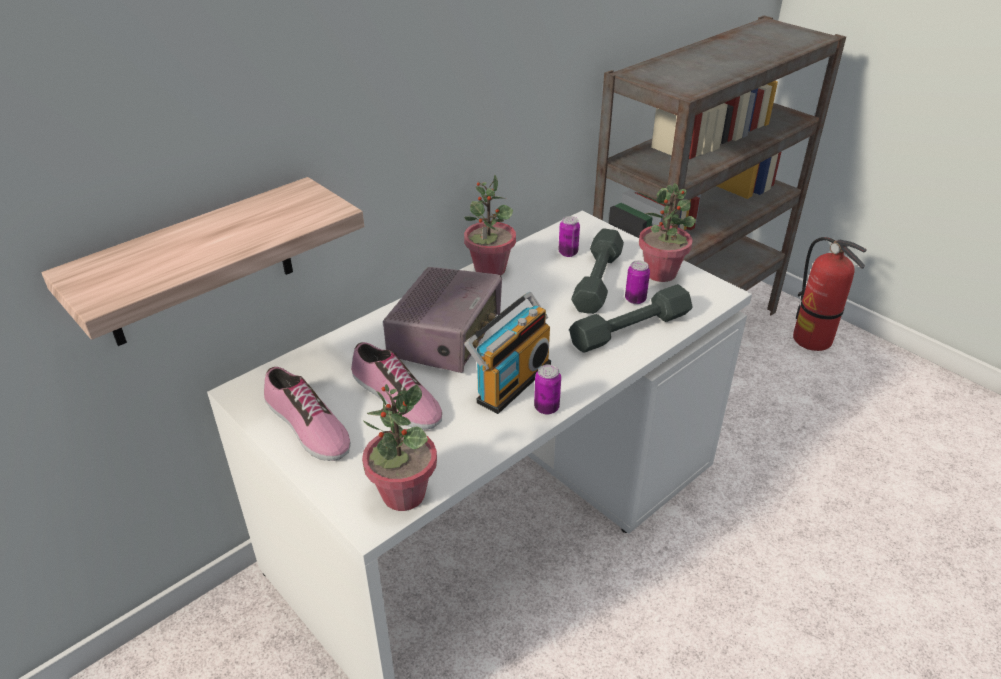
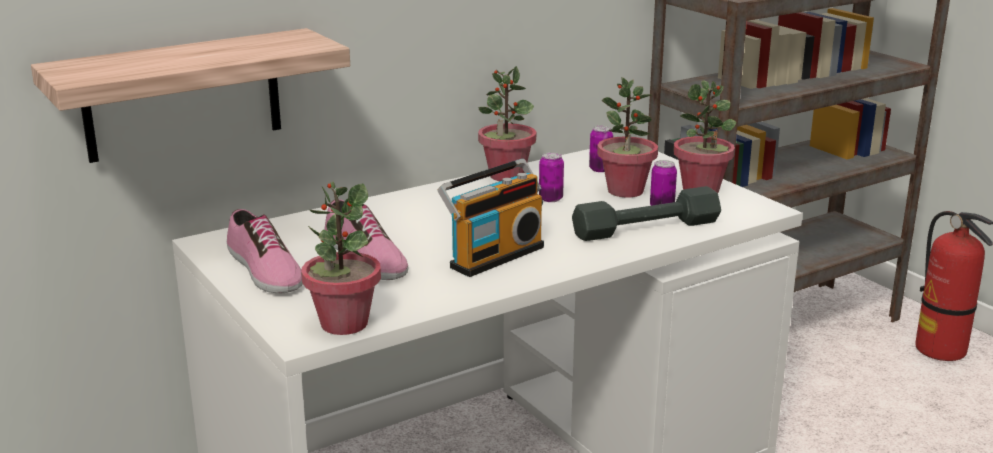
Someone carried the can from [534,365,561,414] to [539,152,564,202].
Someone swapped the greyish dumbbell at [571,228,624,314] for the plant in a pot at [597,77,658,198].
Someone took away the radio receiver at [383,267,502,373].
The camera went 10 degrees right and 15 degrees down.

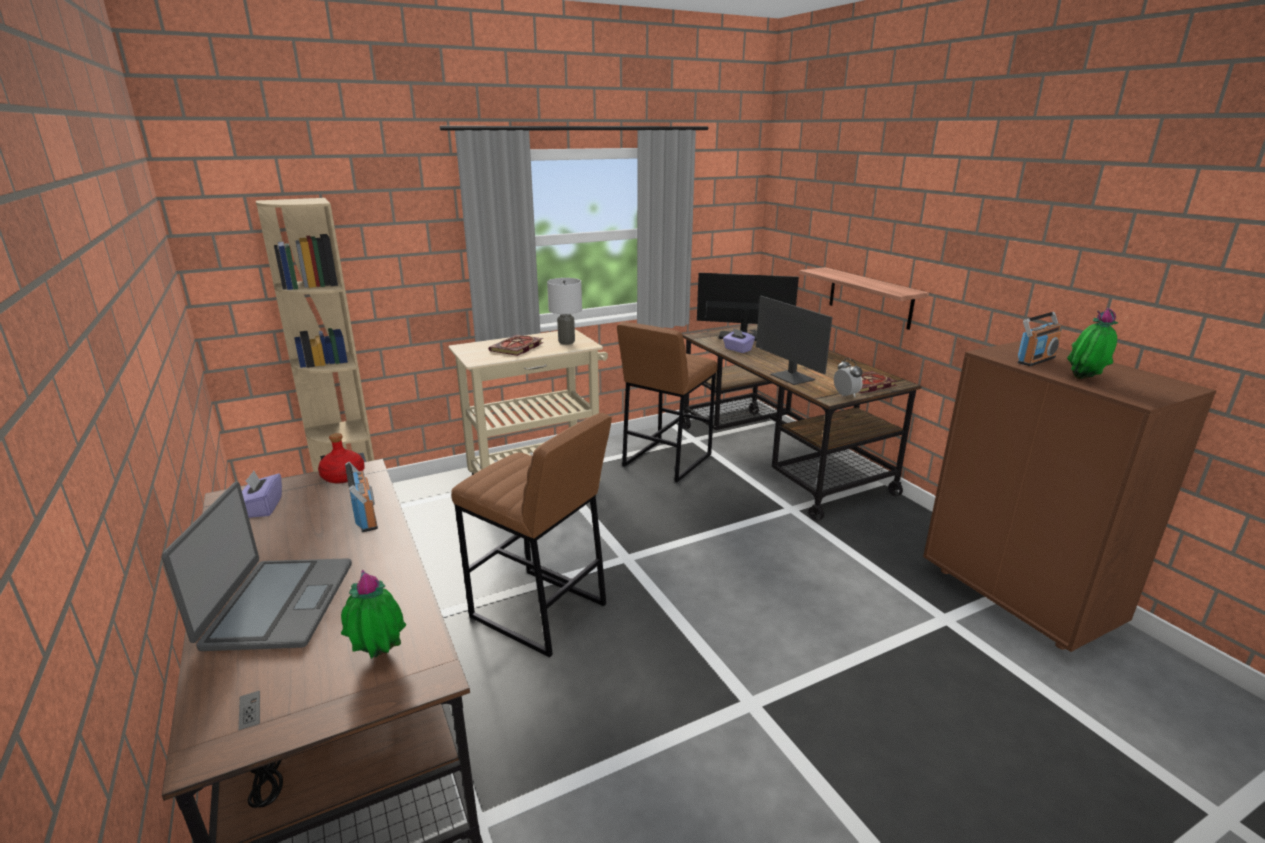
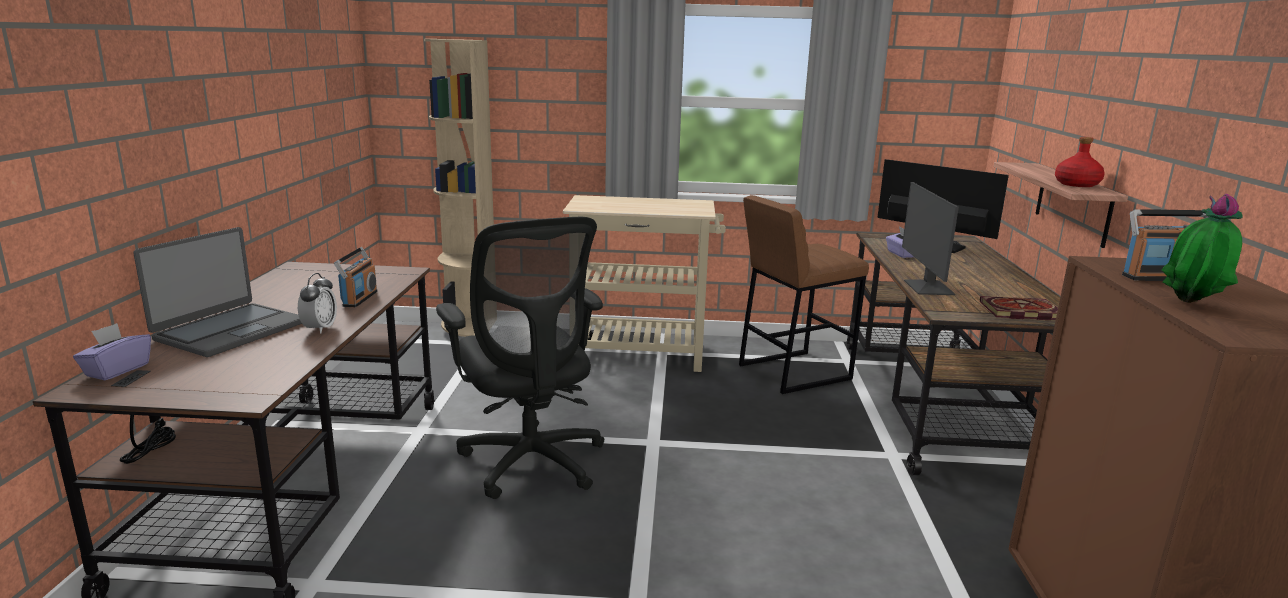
Someone carried the purple-coloured box of tissues from [242,471,282,518] to [73,323,151,380].
Someone carried the bedside clock from [834,358,862,397] to [298,273,337,334].
Someone swapped the brown-coloured sitting stool at [451,413,612,658] for the black computer chair at [436,217,604,499].
Someone carried the red-coloured beverage bottle from [318,433,365,483] to [1055,137,1105,187].
Someone took away the plant in a pot at [341,570,406,659].
Someone took away the bound book at [489,335,543,356].
Someone took away the whitish tabletop lamp at [547,278,582,345].
The camera went 30 degrees right and 5 degrees down.

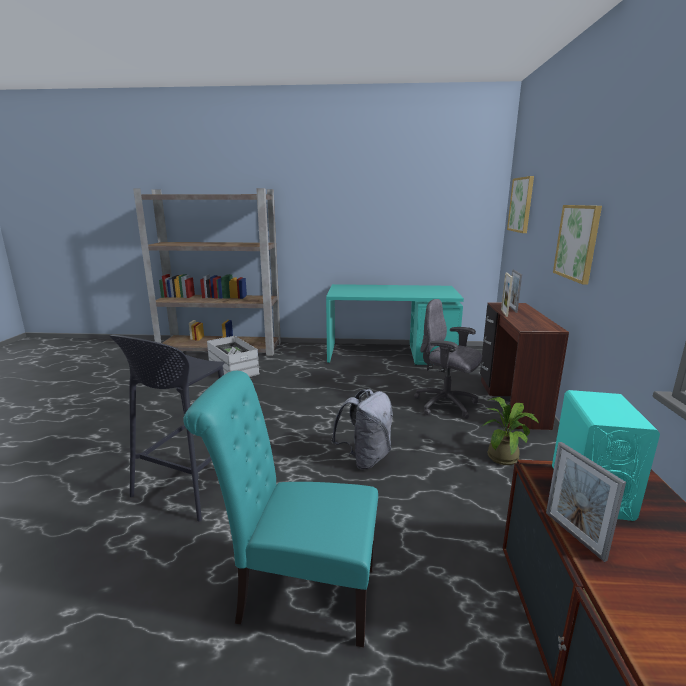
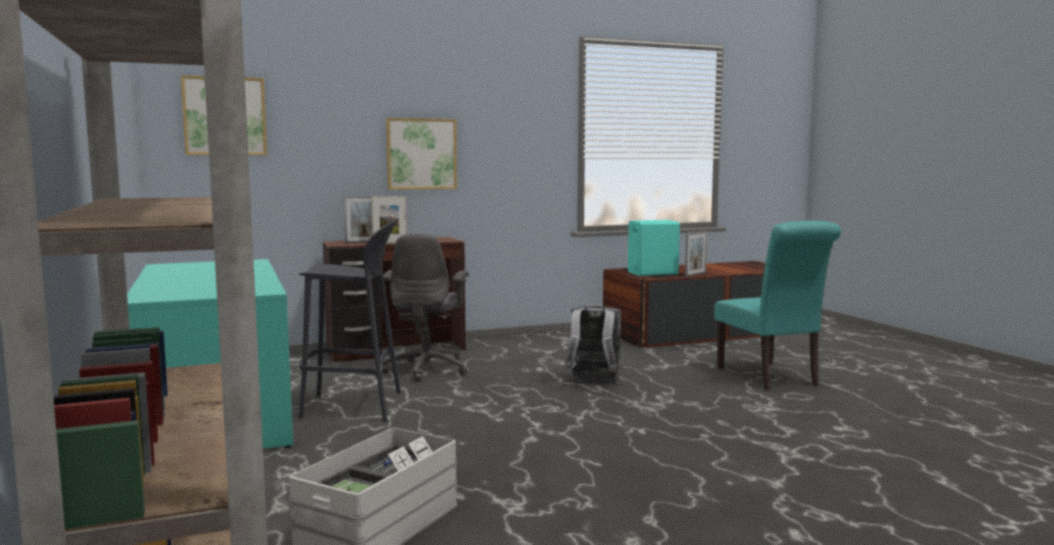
Someone carried the greyish sitting stool from [109,335,225,522] to [299,218,401,422].
Someone took away the plant in a pot at [482,397,539,465].
The camera went 115 degrees left and 10 degrees down.

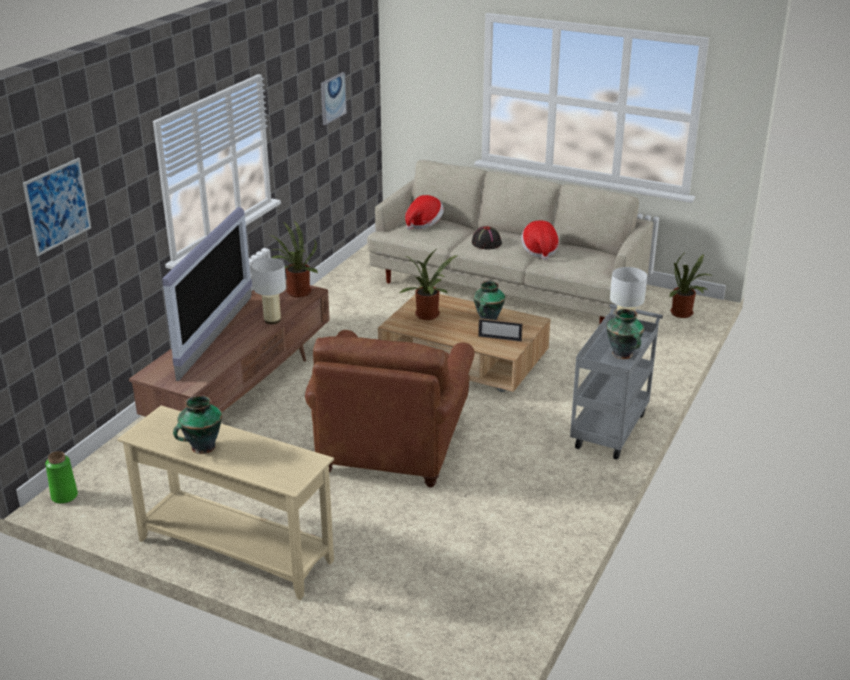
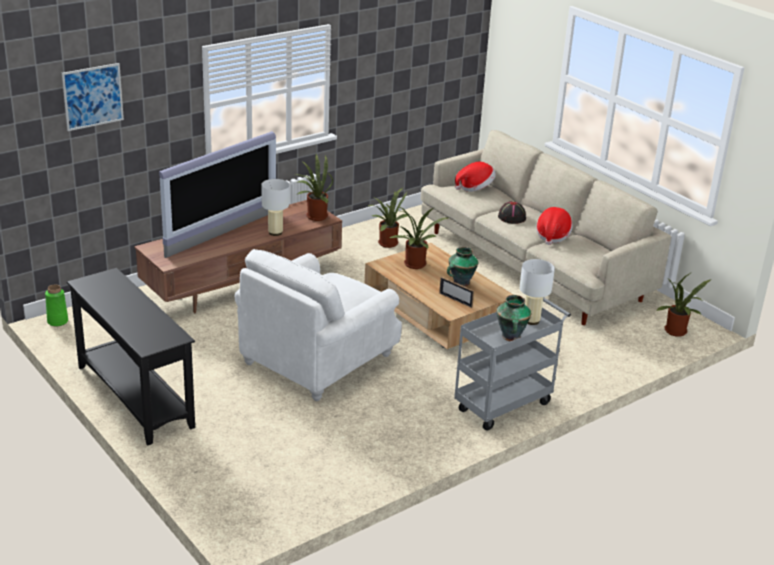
Someone repainted the sand-coloured console table at [117,406,334,600], which became the black console table at [67,268,195,446].
Someone repainted the brown-coloured lounge chair at [305,330,475,487], which became the whitish lounge chair at [235,249,402,401].
Someone put down the plant in a pot at [368,188,408,248].
Someone took away the flower vase at [173,395,222,454].
Someone took away the picture at [321,72,347,125].
The camera went 25 degrees right and 0 degrees up.

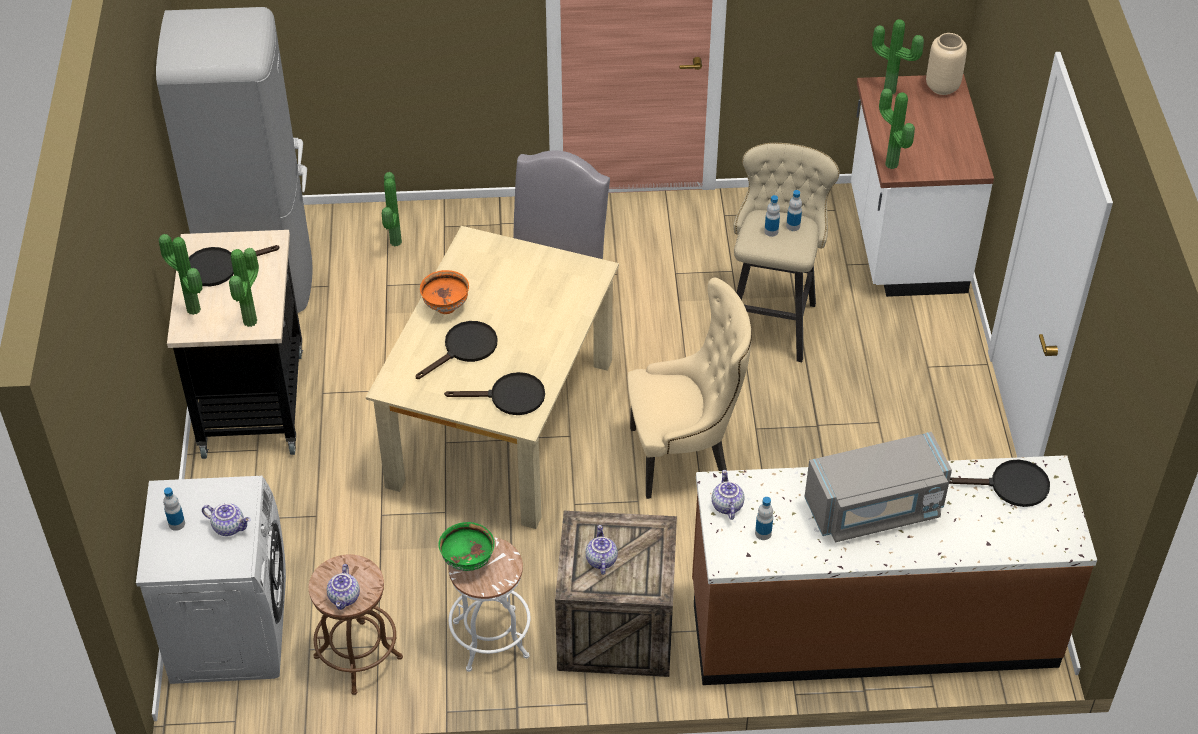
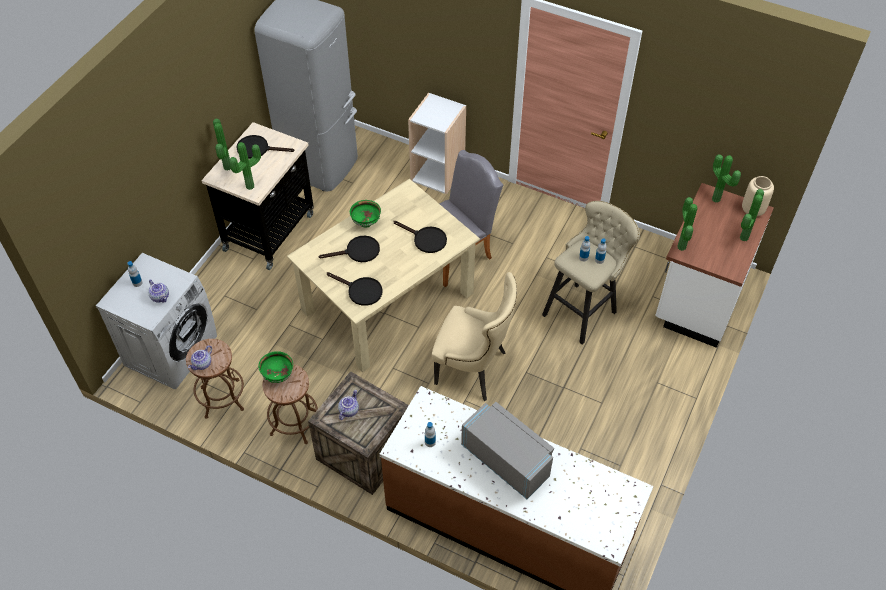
Someone repainted the whitish sitting stool at [449,537,530,672], which became the brown-coloured sitting stool at [262,364,318,444].
Someone repainted the orangey deep dish at [420,270,469,314], which became the greenish deep dish at [350,200,381,228].
Someone carried the black pan from [949,459,1050,507] to [393,221,447,253].
Someone put down the bookshelf at [408,93,466,194].
Someone rotated the greyish kitchen microwave at [805,432,952,542] by 150 degrees counterclockwise.
Someone carried the plant in a pot from [382,172,402,247] to [740,189,764,241].
Someone took away the tea pot at [712,470,744,520].
The camera went 30 degrees right and 5 degrees up.

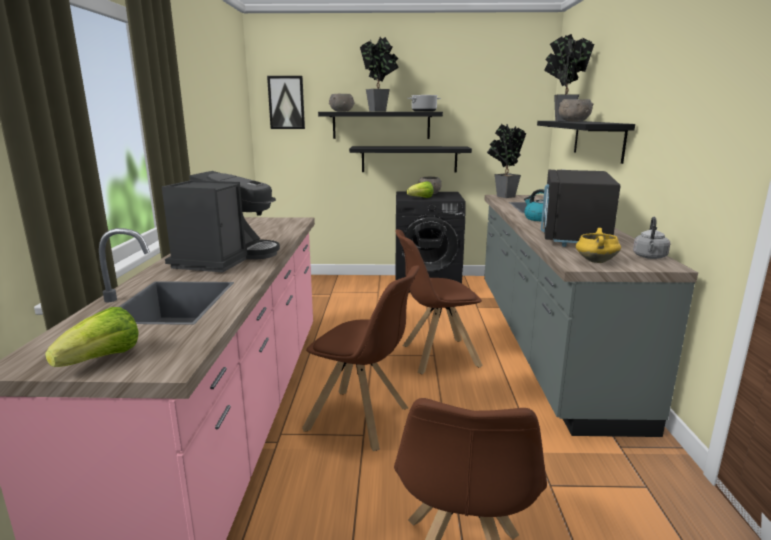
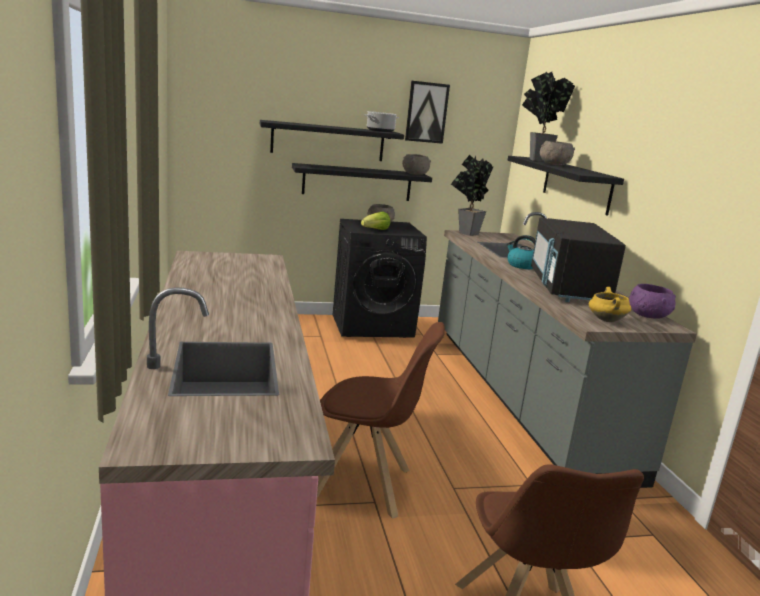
Someone carried the greyish deep dish from [329,94,355,112] to [402,154,431,175].
Someone carried the picture from [267,76,305,129] to [405,81,450,144].
Someone swapped the greyish kettle at [633,217,670,259] for the purple-coloured deep dish at [629,284,676,319].
Someone took away the head of lettuce at [45,307,138,367].
Someone took away the coffee machine at [162,171,280,272].
Someone took away the plant in a pot at [360,37,399,112].
Someone took away the brown-coloured upright chair at [395,229,483,374].
The camera went 15 degrees left and 0 degrees up.

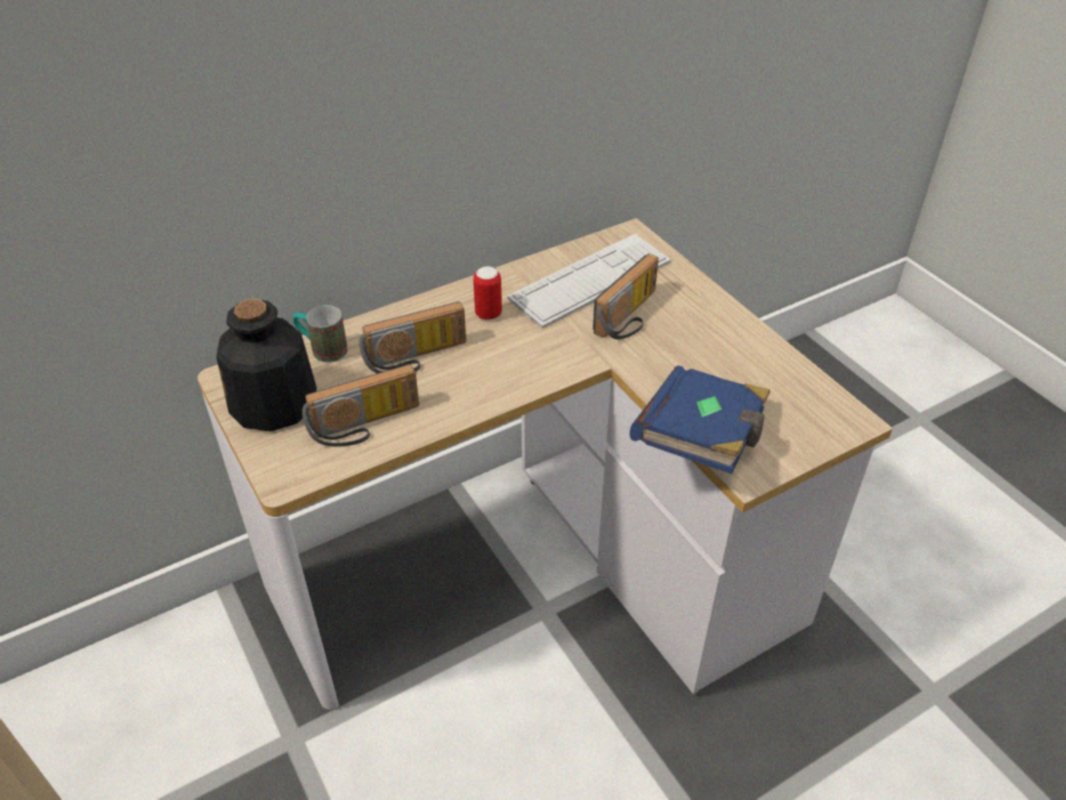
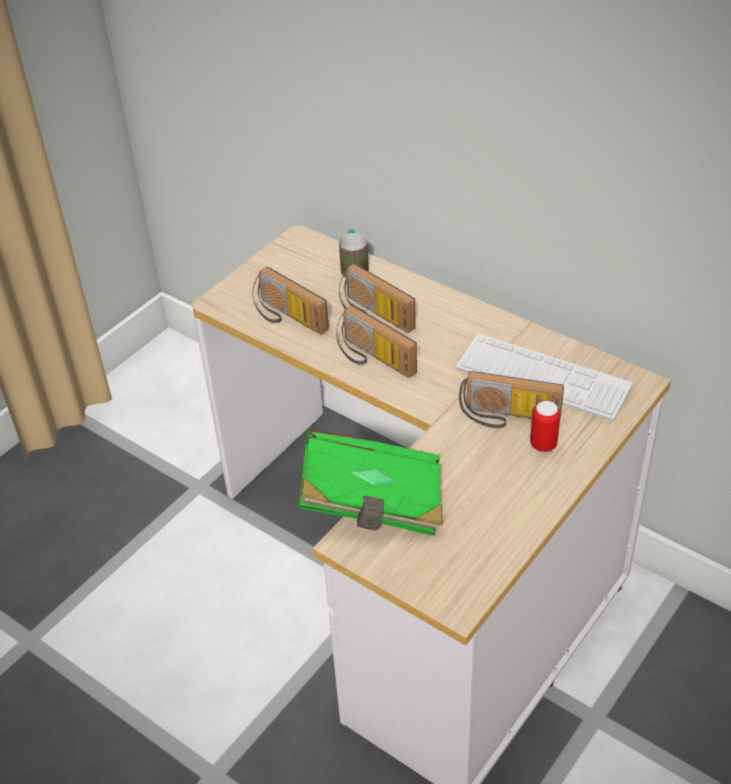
Someone repainted the blue bound book at [630,365,770,474], which became the greenish bound book at [299,428,442,536].
Someone put down the radio receiver at [336,305,417,378].
Someone carried the can from [473,266,502,320] to [530,401,561,452].
Someone took away the beverage bottle at [216,299,317,432].
The camera went 70 degrees right and 0 degrees up.

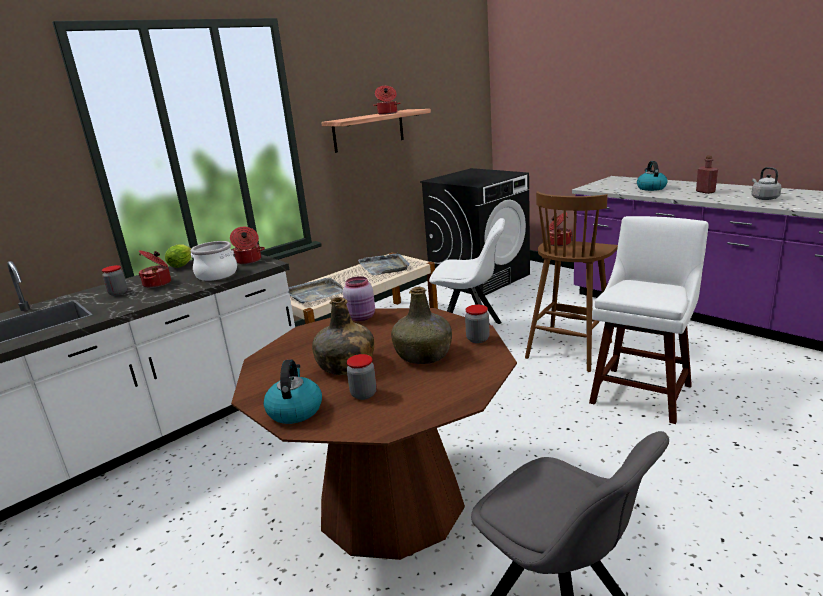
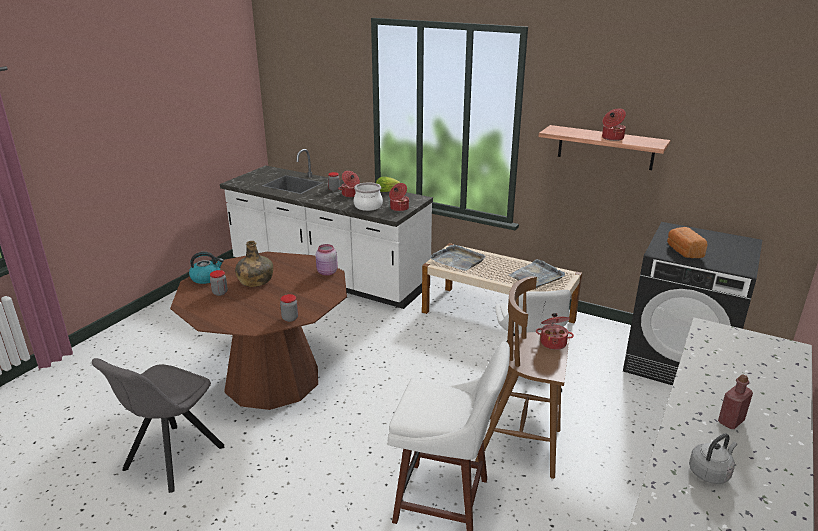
Someone put down the bread at [667,227,708,258].
Someone took away the greenish beverage bottle at [391,287,452,364].
Someone took away the kettle at [637,161,668,191].
The camera went 70 degrees right and 5 degrees up.

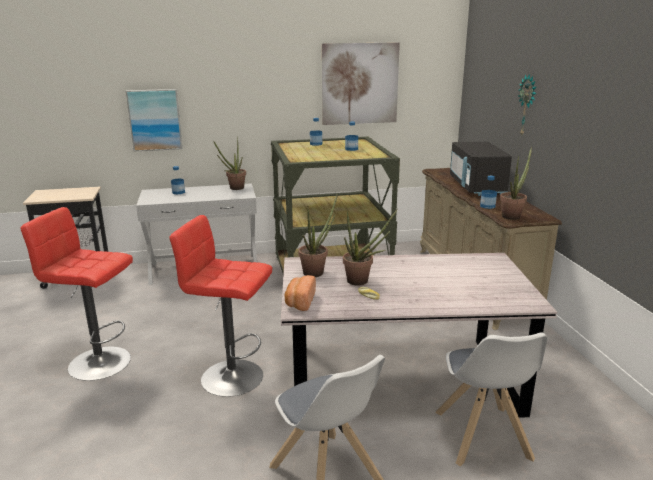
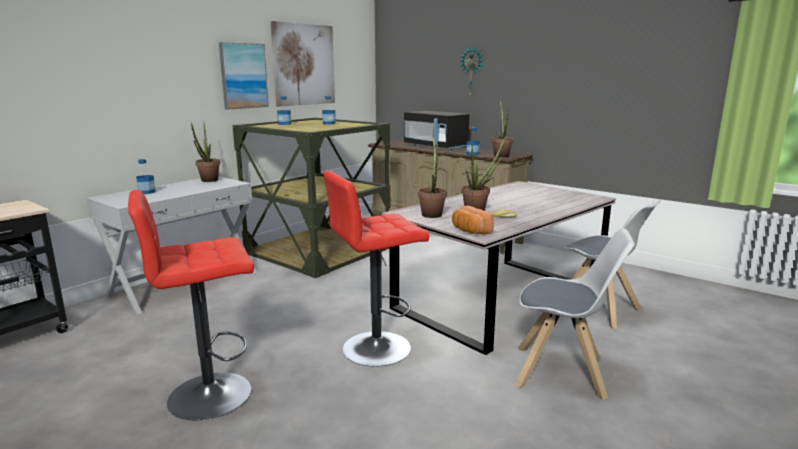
Someone carried the picture from [126,89,182,151] to [219,42,269,110].
The camera went 40 degrees left and 5 degrees down.

